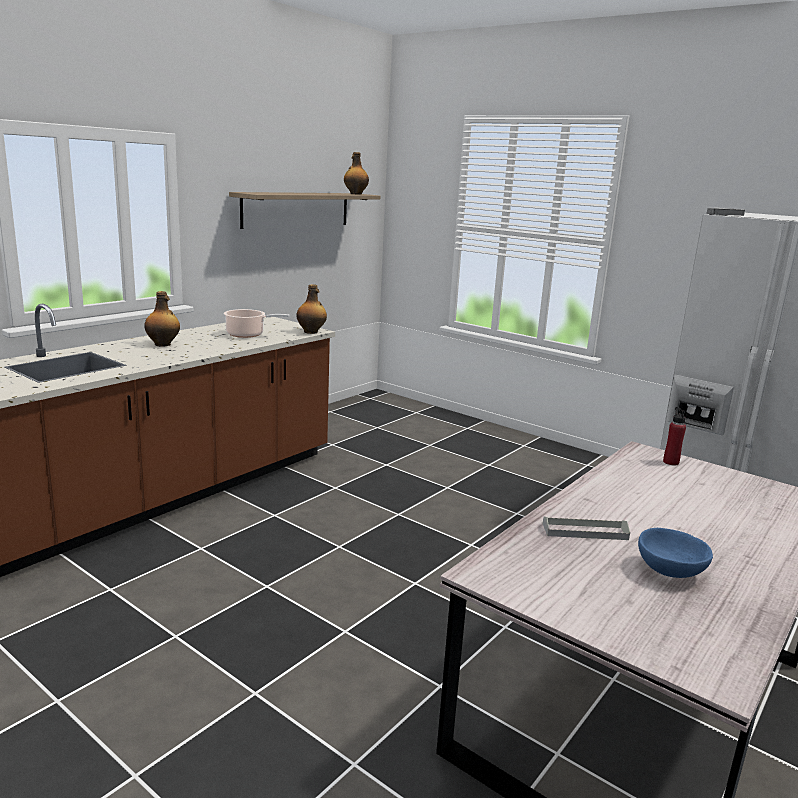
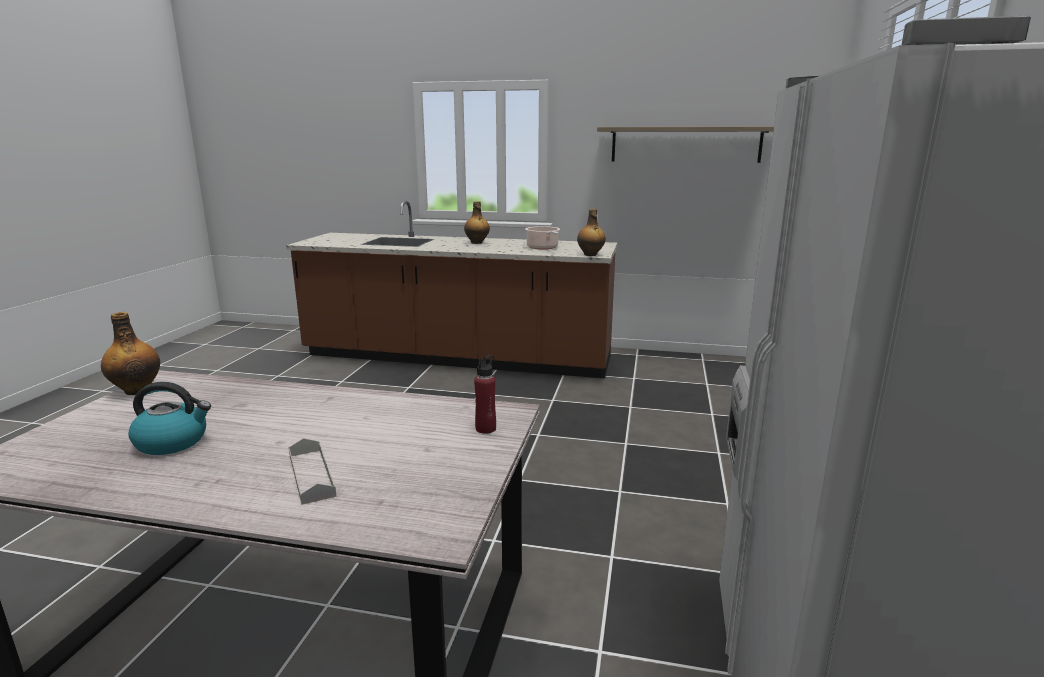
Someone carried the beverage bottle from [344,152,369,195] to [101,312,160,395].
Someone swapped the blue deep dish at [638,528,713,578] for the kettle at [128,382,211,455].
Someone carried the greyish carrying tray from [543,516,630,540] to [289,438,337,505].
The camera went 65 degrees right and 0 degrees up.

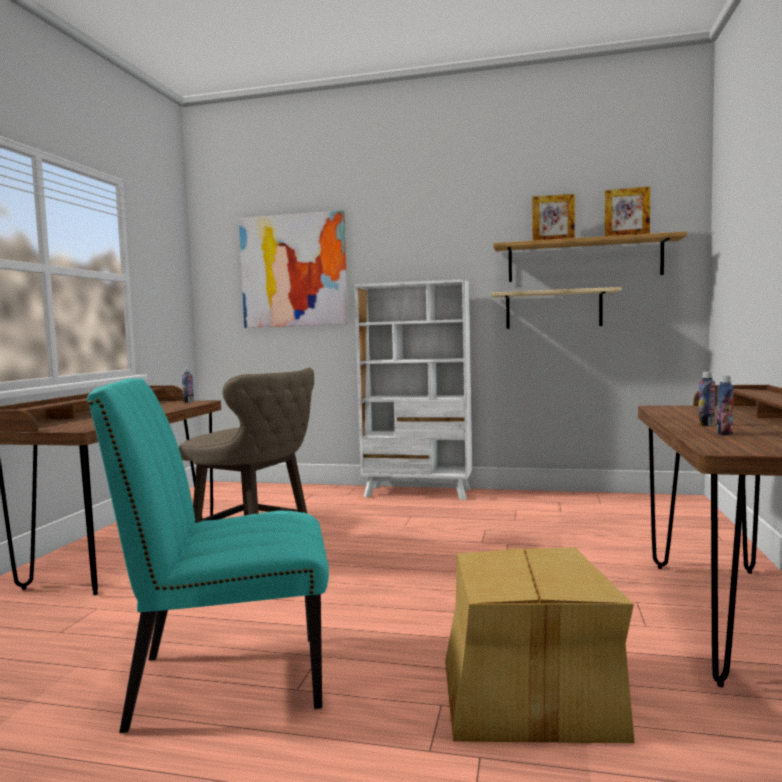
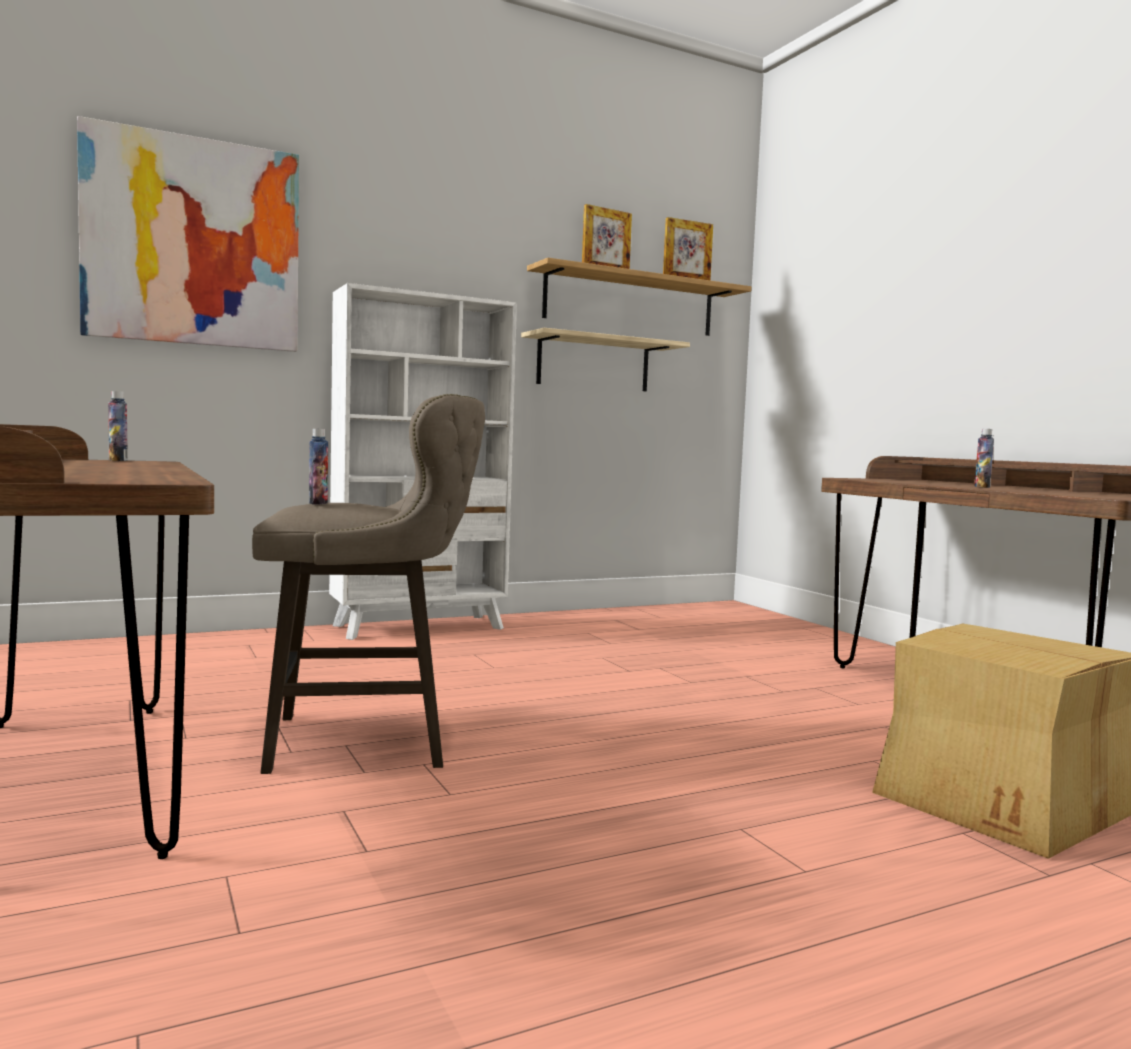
Someone carried the beverage bottle from [717,376,734,435] to [309,429,328,505].
Someone took away the blue-green upright chair at [87,378,329,733].
The camera went 40 degrees left and 0 degrees up.

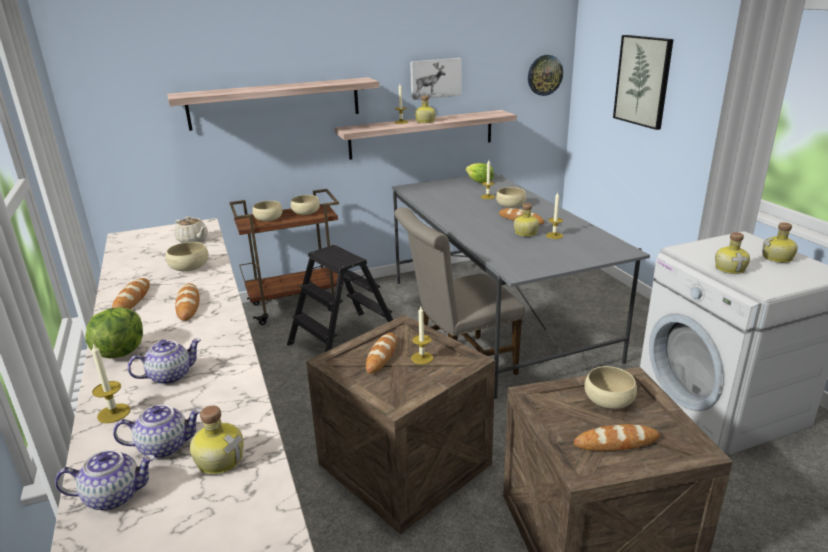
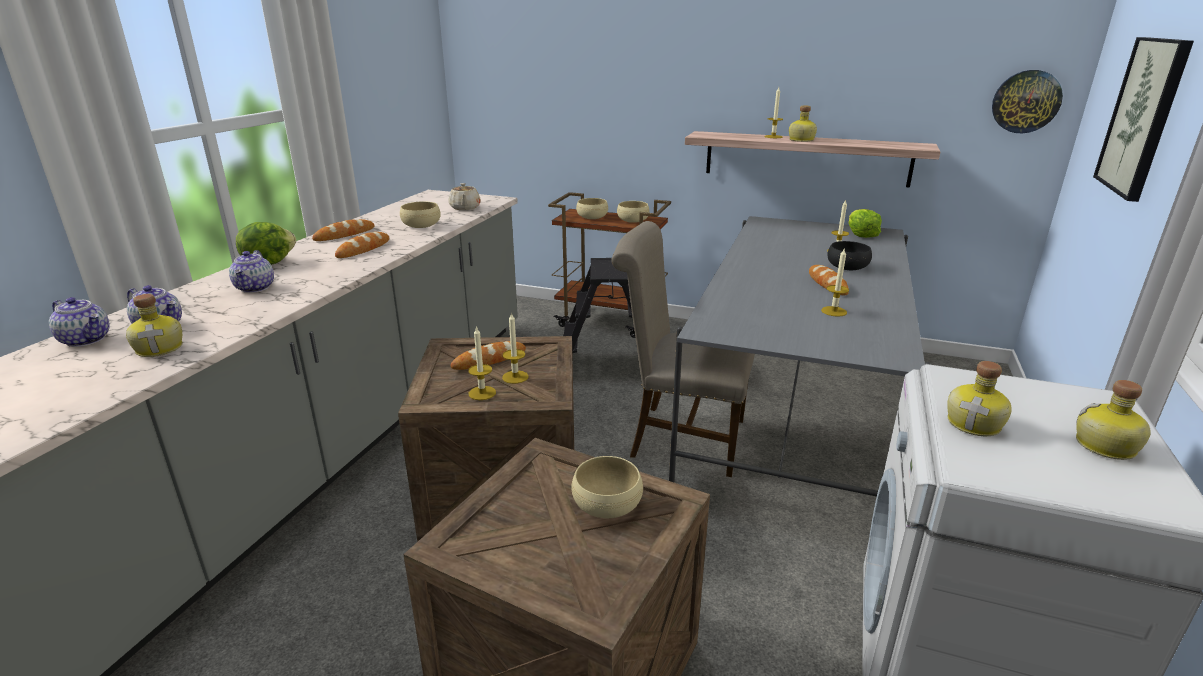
Someone rotated the tea pot at [127,338,201,385] by 75 degrees clockwise.
Someone carried the wax light from [92,343,130,423] to [468,326,496,400].
Someone repainted the sand-coloured deep dish at [496,187,526,208], which became the black deep dish at [827,241,872,270].
Someone took away the bracket shelf at [167,77,379,131].
Someone took away the picture at [410,58,462,100].
Someone took away the beverage bottle at [514,203,539,237].
Someone took away the bread at [574,424,660,451].
The camera went 40 degrees right and 0 degrees up.

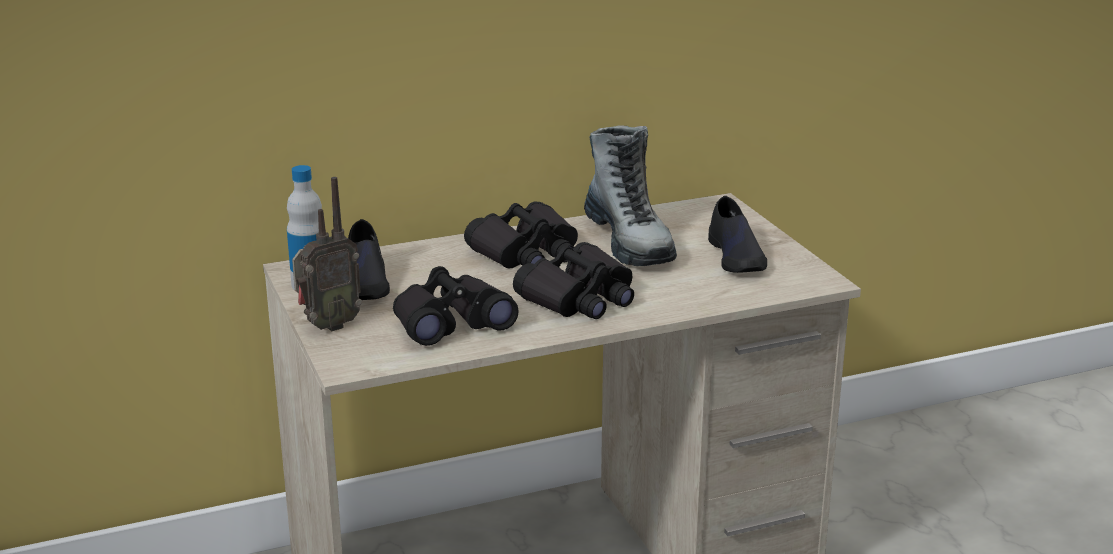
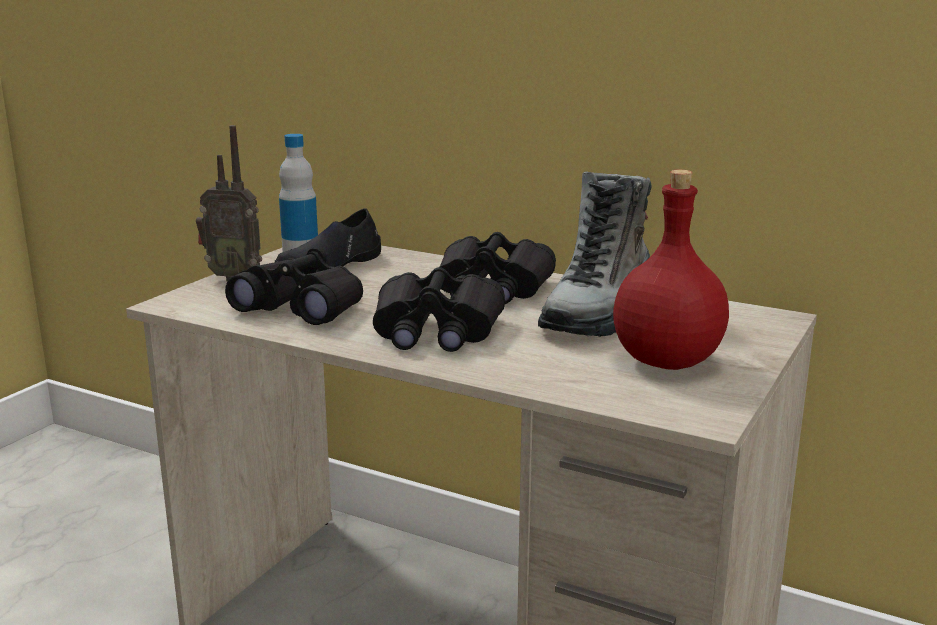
Someone swapped the black low shoe at [708,196,767,273] for the red-coloured beverage bottle at [613,170,729,370].
The camera went 50 degrees right and 5 degrees down.

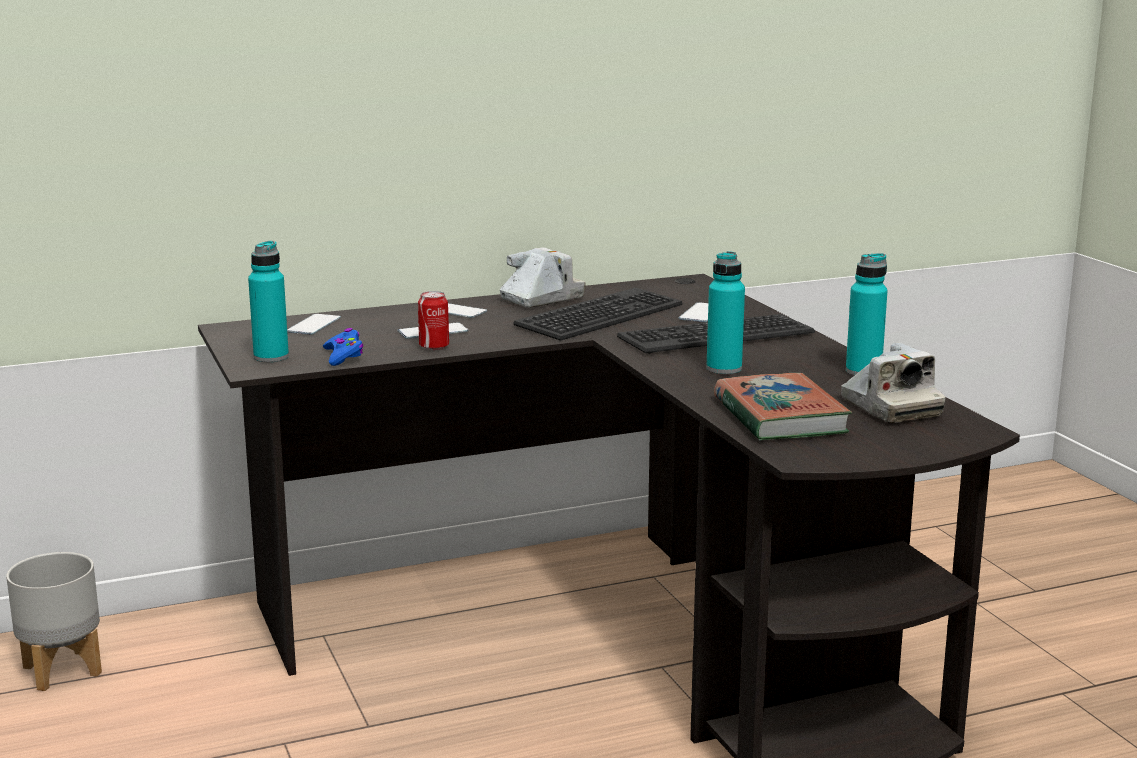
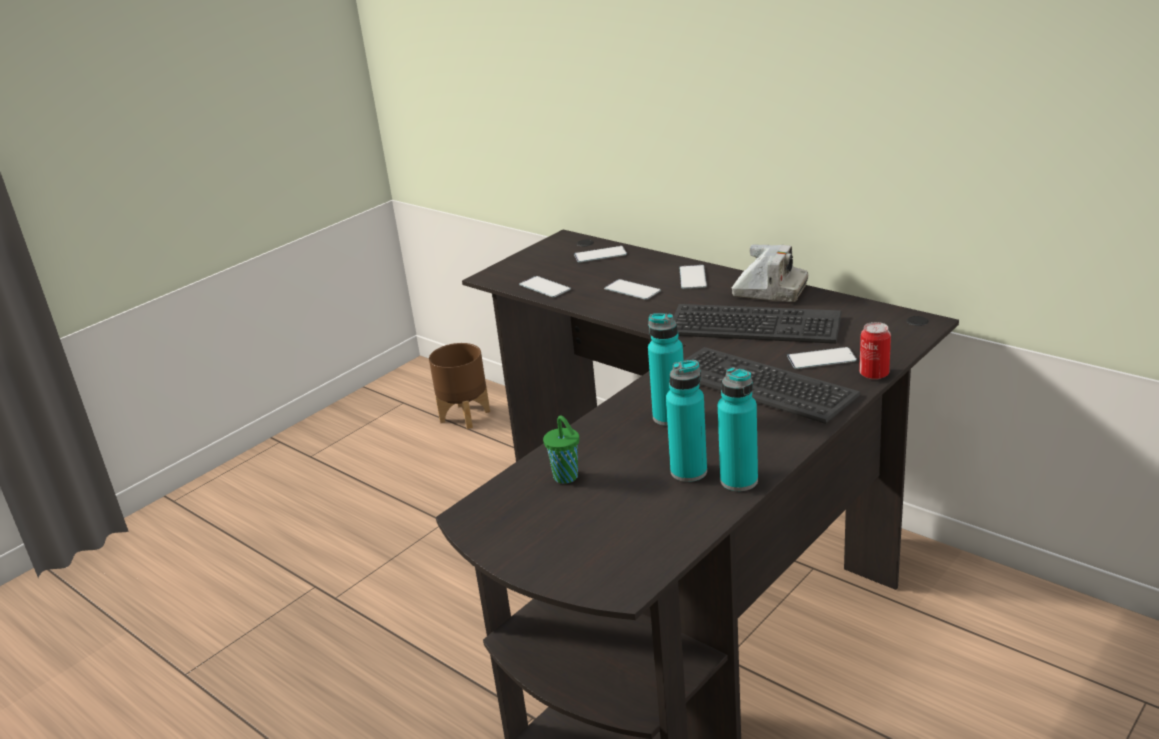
Someone repainted the greyish plant pot at [6,552,102,691], which became the brown-coloured plant pot at [429,343,490,429].
Someone swapped the blue joypad at [323,328,363,366] for the telephone at [519,276,571,297].
Someone swapped the bound book at [714,373,852,441] for the greenish drinking cup at [543,416,579,484].
Someone carried the blue-green beverage bottle from [248,241,289,362] to [666,360,707,482].
Someone carried the can from [418,291,449,350] to [859,322,891,380].
Someone took away the still camera at [841,343,945,423].
The camera went 65 degrees right and 10 degrees up.

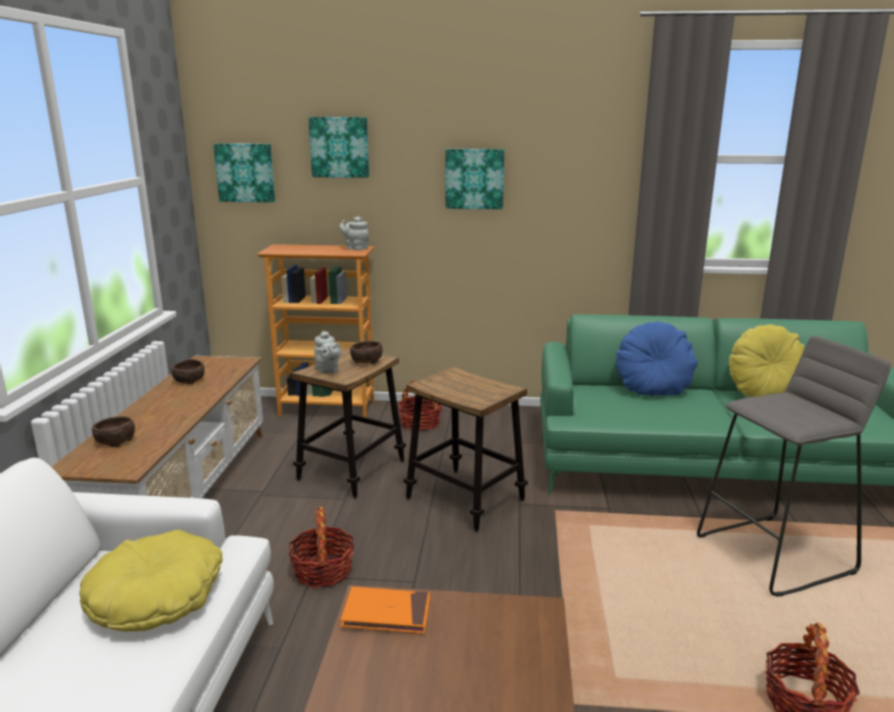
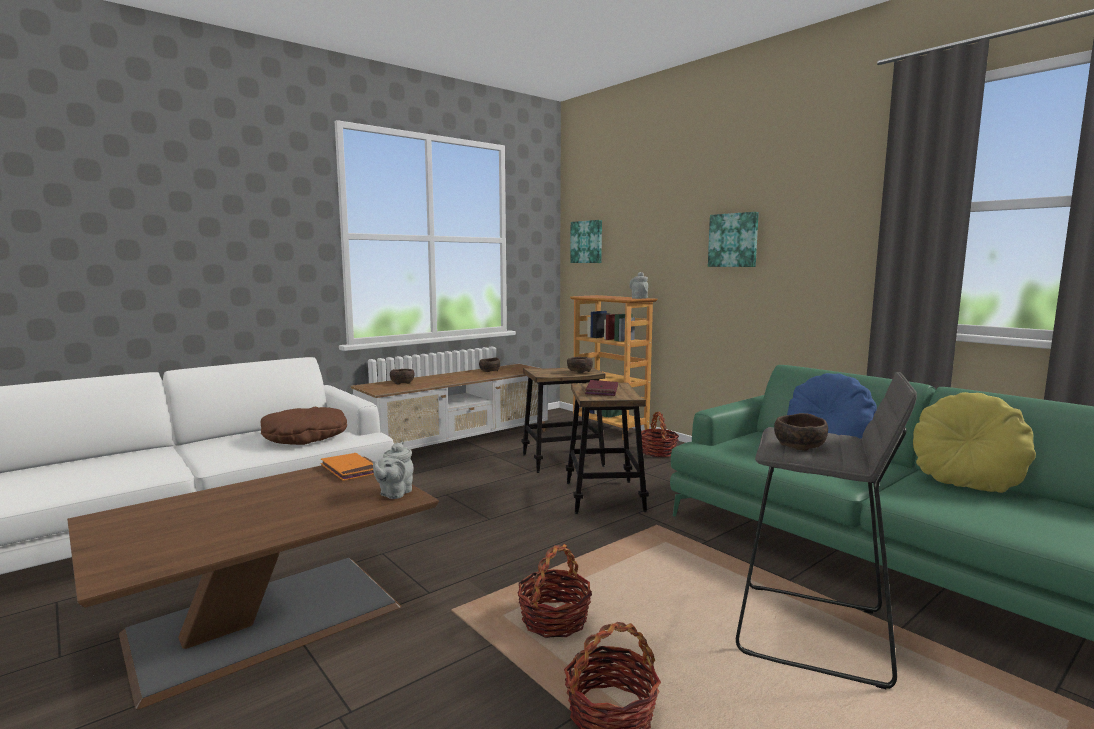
Someone repainted the yellow-coloured throw pillow at [79,530,223,631], which became the brown-coloured throw pillow at [261,407,347,445].
Someone carried the greyish tea pot from [314,330,341,373] to [372,441,413,499].
Someone carried the household basket from [289,507,354,588] to [517,544,592,638].
Someone put down the red-coloured bound book at [585,380,618,396].
Someone put down the brown-coloured deep dish at [774,413,828,451].
Someone took away the picture at [308,117,369,178].
The camera went 45 degrees right and 10 degrees down.

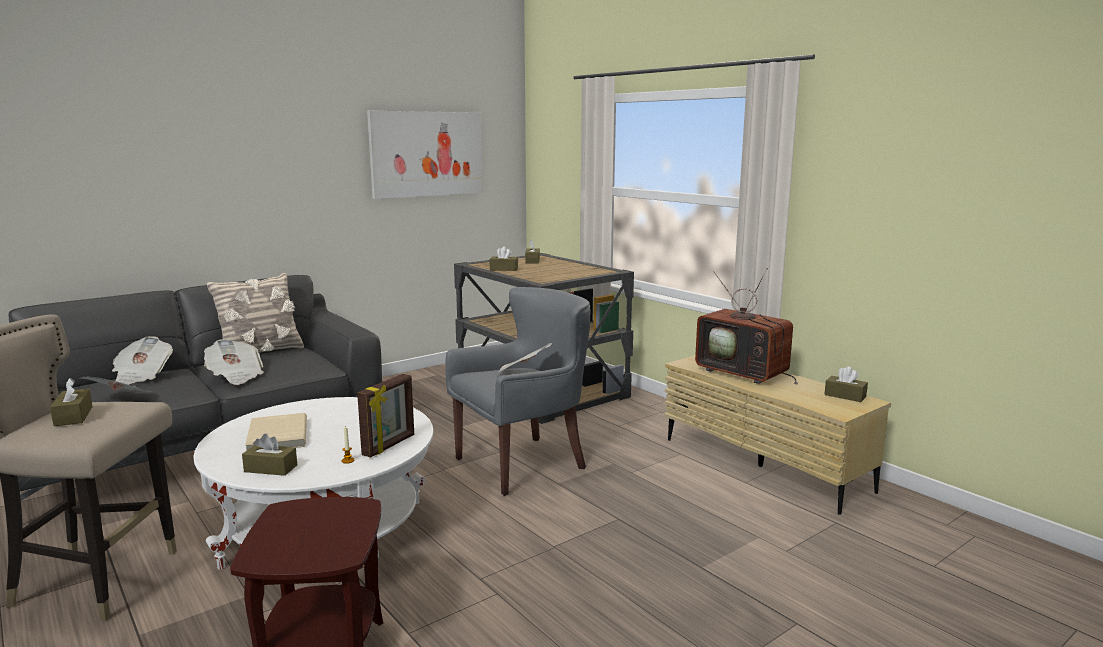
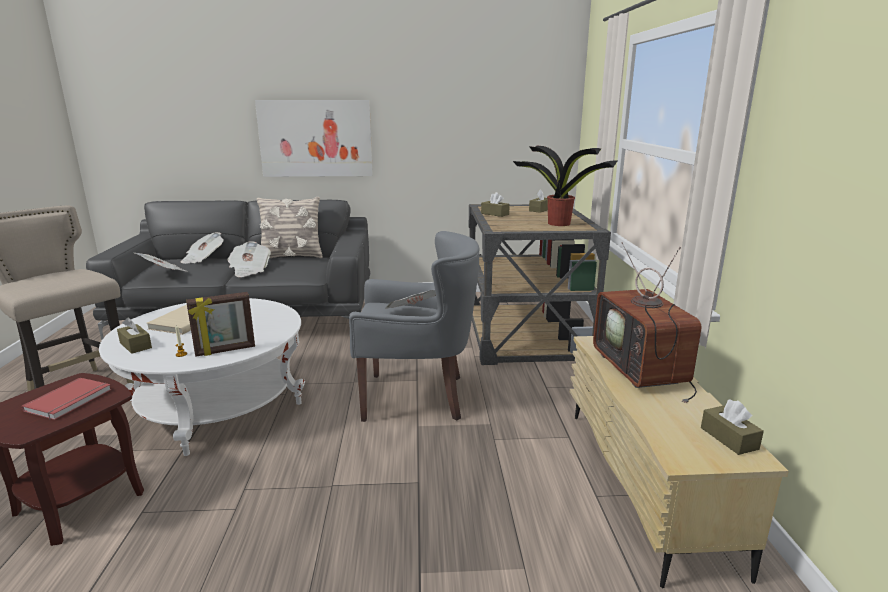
Someone put down the red-coloured bound book at [22,378,111,420].
Someone carried the picture from [367,111,482,199] to [255,100,373,177].
Someone put down the plant in a pot at [513,146,617,226].
Someone took away the brown-coloured box of tissues at [50,378,93,426].
The camera went 35 degrees right and 5 degrees up.

